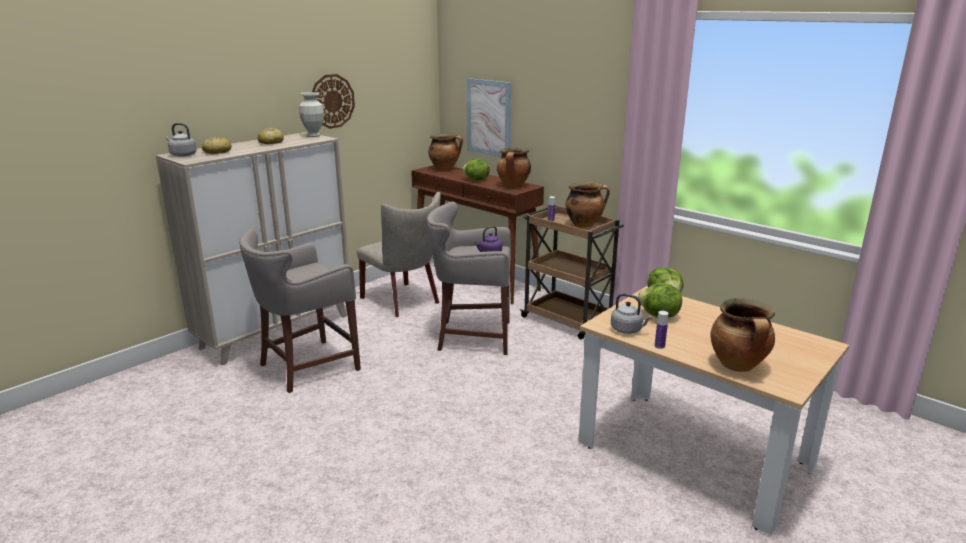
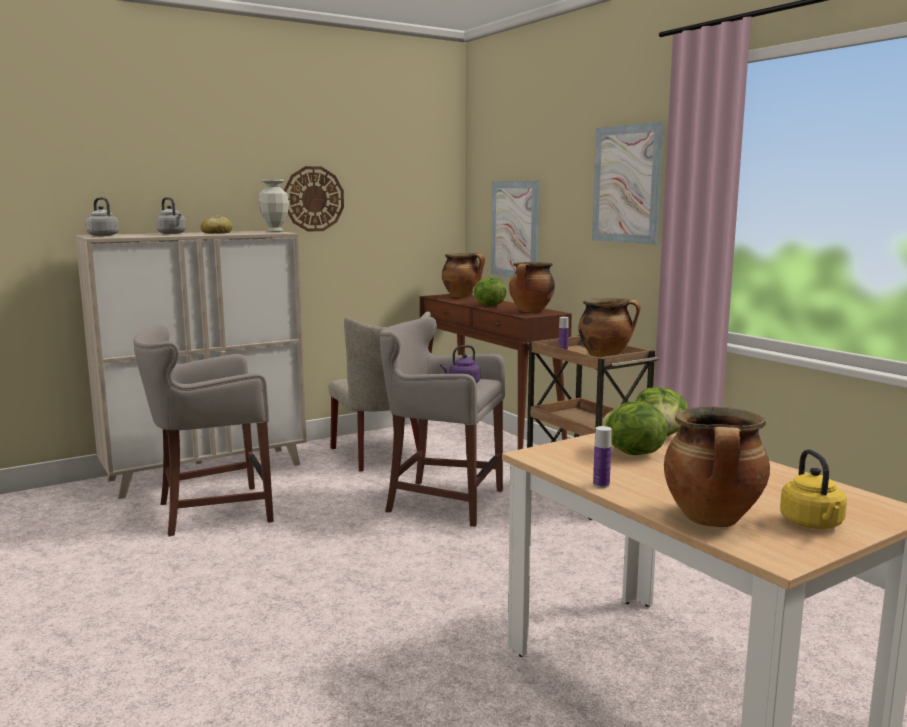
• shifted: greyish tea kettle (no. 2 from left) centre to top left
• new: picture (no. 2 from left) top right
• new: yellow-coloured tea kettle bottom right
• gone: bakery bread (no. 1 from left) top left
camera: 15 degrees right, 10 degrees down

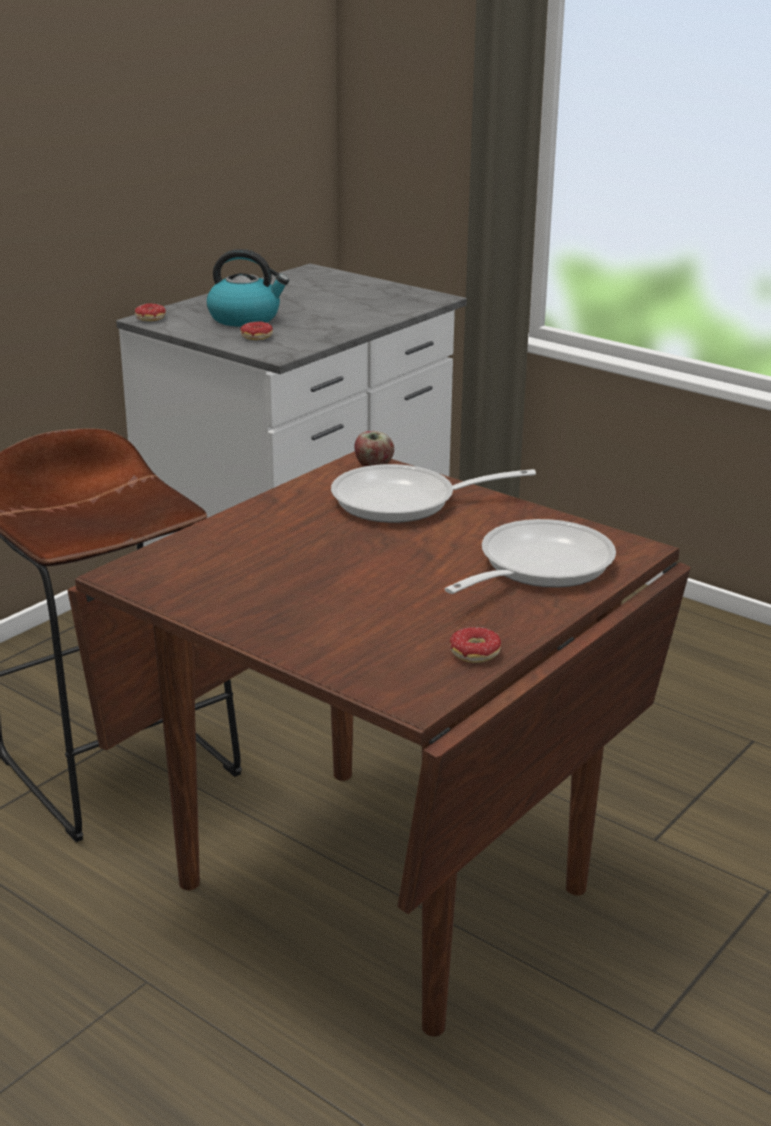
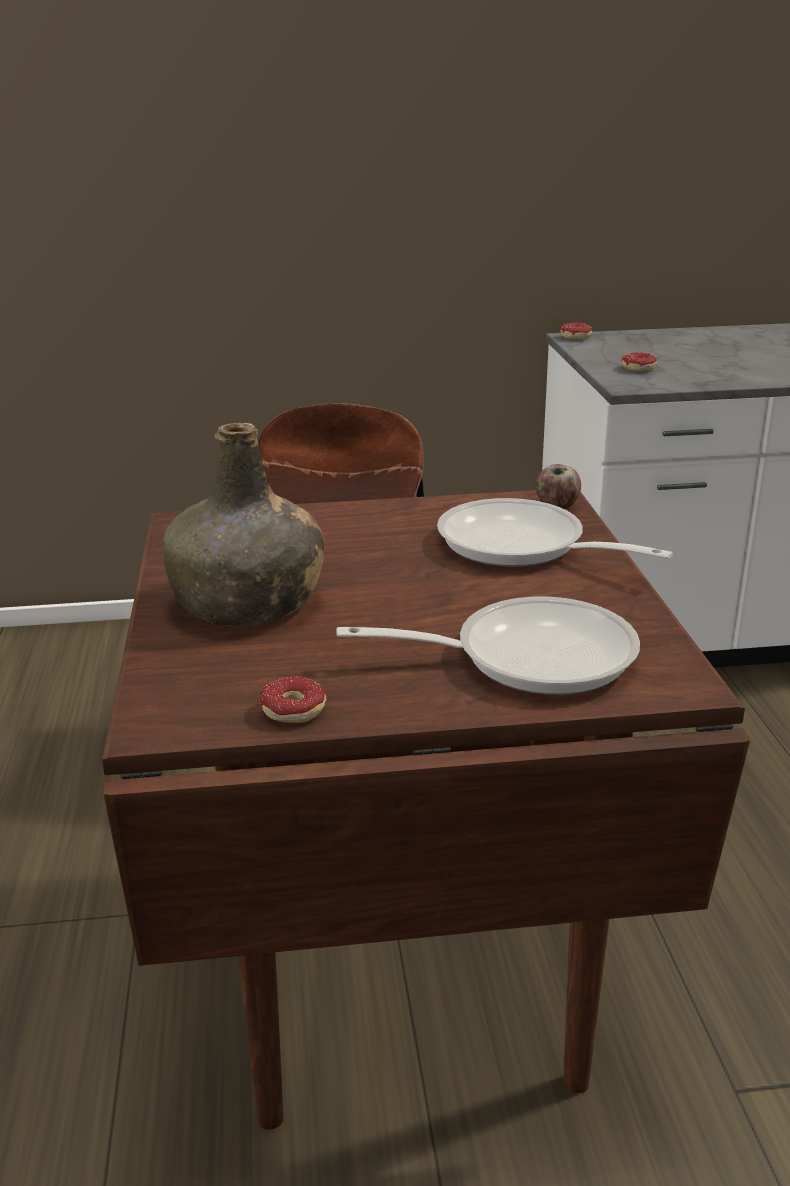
• new: green drink bottle middle left
• gone: tea kettle top left
camera: 45 degrees right, 0 degrees up

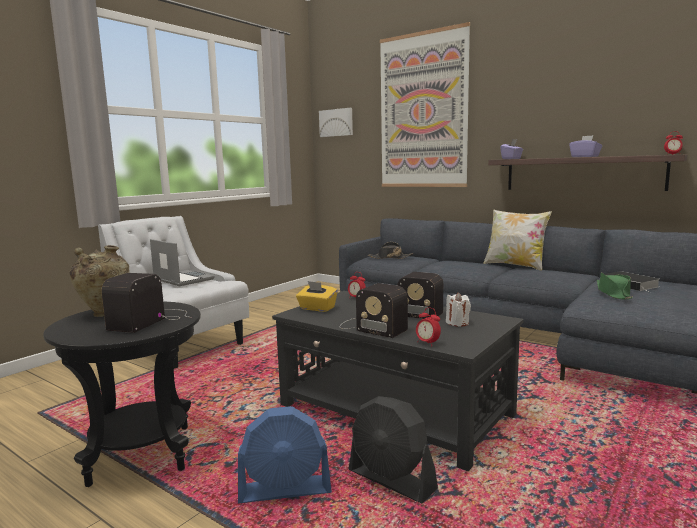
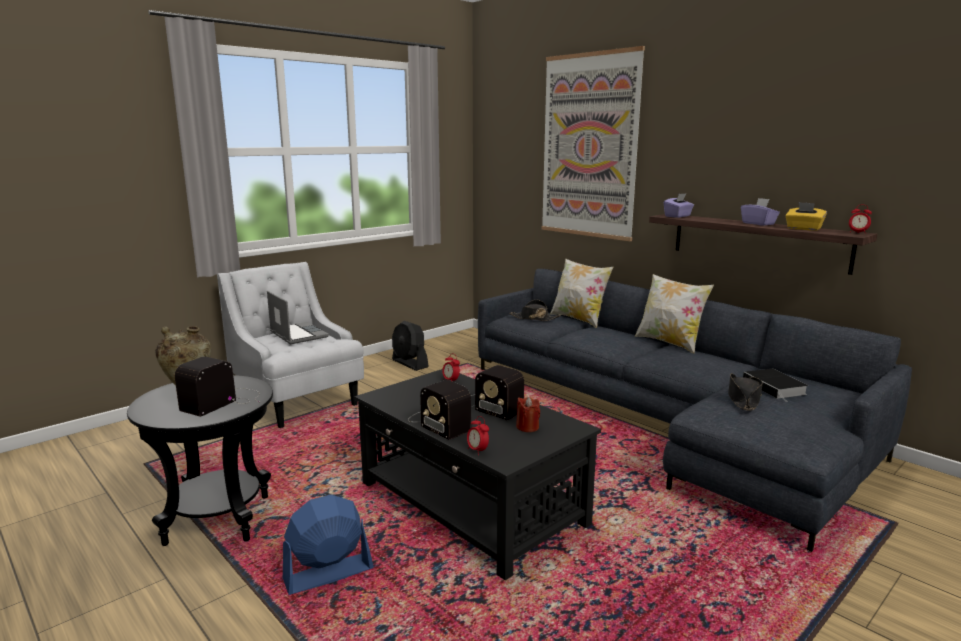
• rotated: blue electric fan bottom centre = bottom centre 150 degrees clockwise
• shifted: black-coloured electric fan bottom centre to centre
• repainted: white-coloured wax light centre to reddish wax light centre
• new: throw pillow (no. 1 from left) centre
• repainted: green hat middle right to black-coloured hat (no. 2 from left) middle right
• shifted: yellow-coloured tissue holder centre to middle right
• gone: picture (no. 1 from left) top centre
camera: 10 degrees right, 5 degrees up

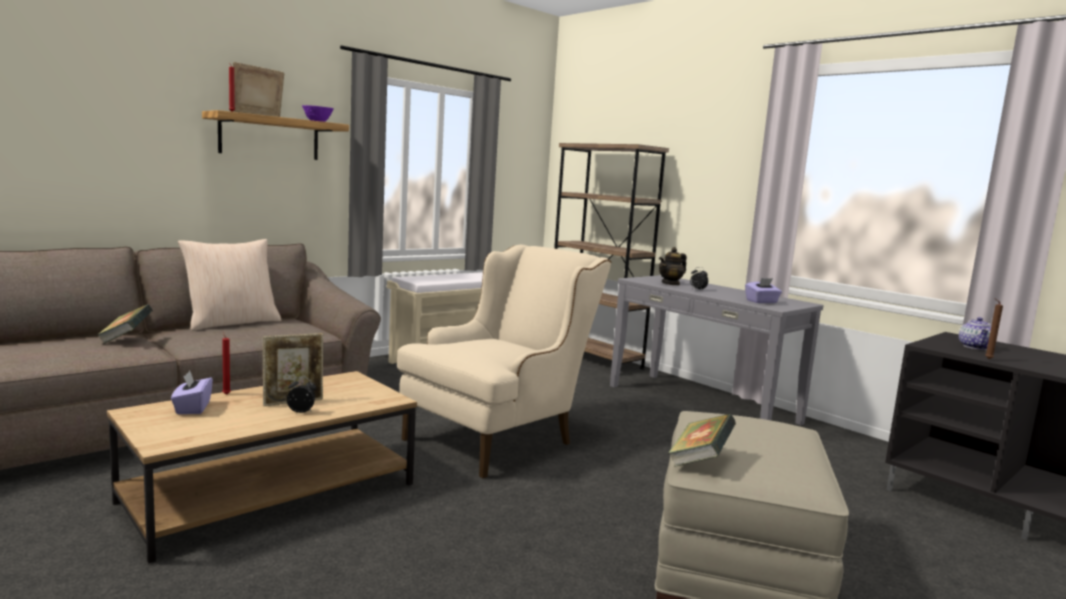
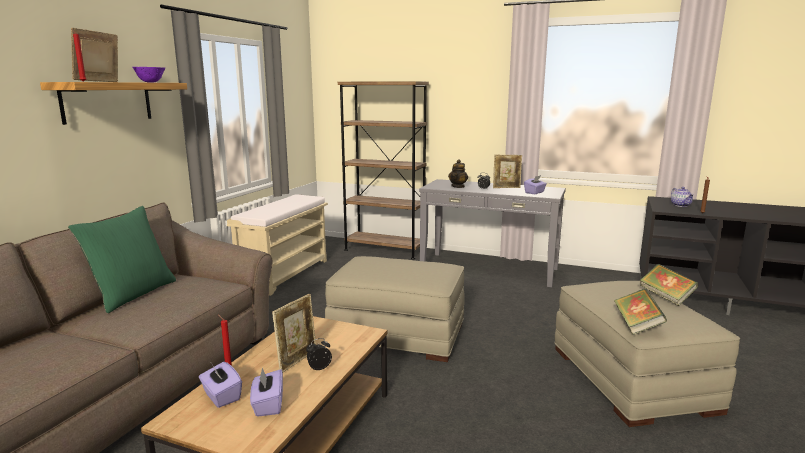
• repainted: sand-coloured throw pillow middle left to green throw pillow middle left
• new: purple-coloured tissue holder (no. 2 from left) bottom left
• swapped: sand-coloured armchair centre to sand-coloured ottoman (no. 1 from left) bottom centre
• new: photo frame (no. 3 from left) centre
• shifted: volume (no. 1 from left in the first image) middle left to volume (no. 2 from left) middle right
camera: 25 degrees left, 5 degrees up

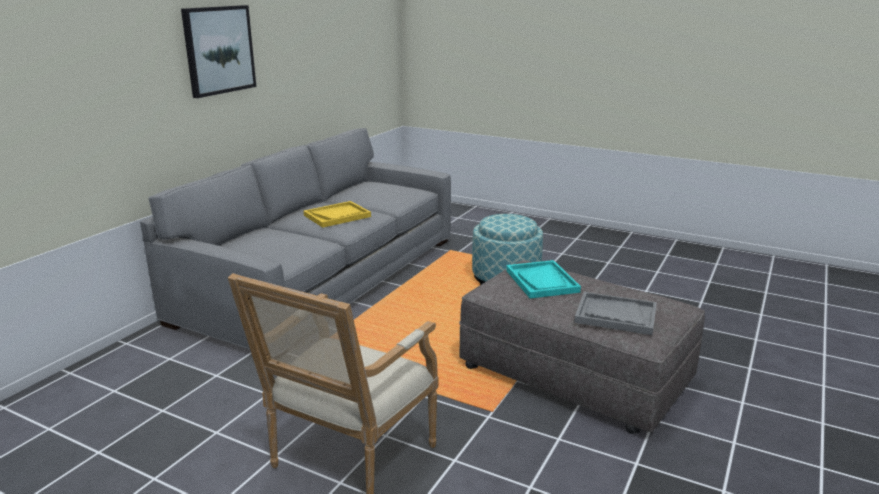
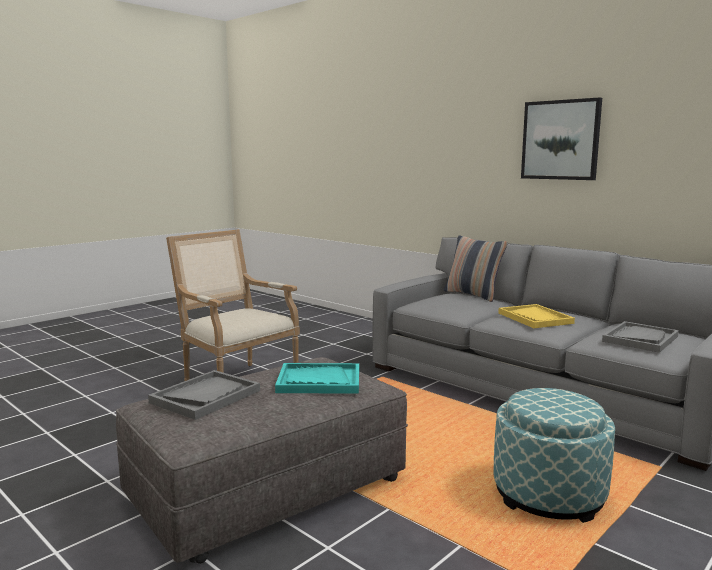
• new: throw pillow middle right
• new: greyish serving tray (no. 2 from left) middle right
camera: 105 degrees right, 10 degrees down

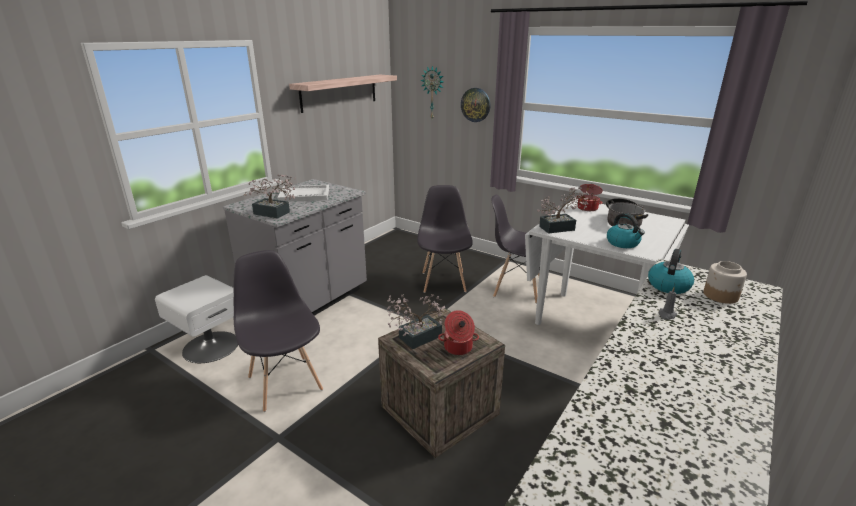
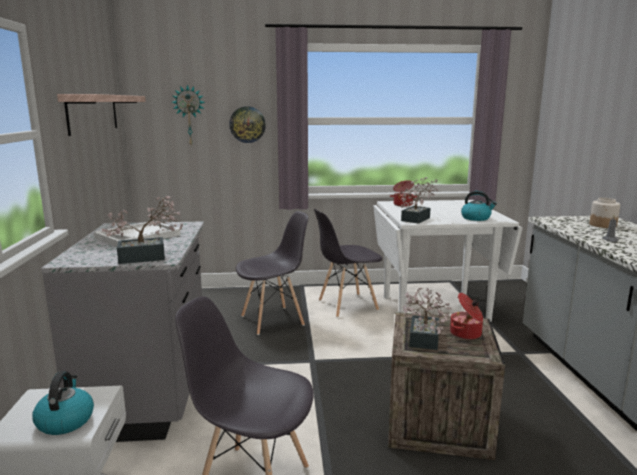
• shifted: tea kettle (no. 2 from left in the first image) middle right to tea kettle (no. 1 from left) bottom left
• rotated: greyish upright chair (no. 2 from left) centre = centre 105 degrees clockwise
• gone: stockpot (no. 3 from left) middle right
camera: 40 degrees left, 10 degrees down

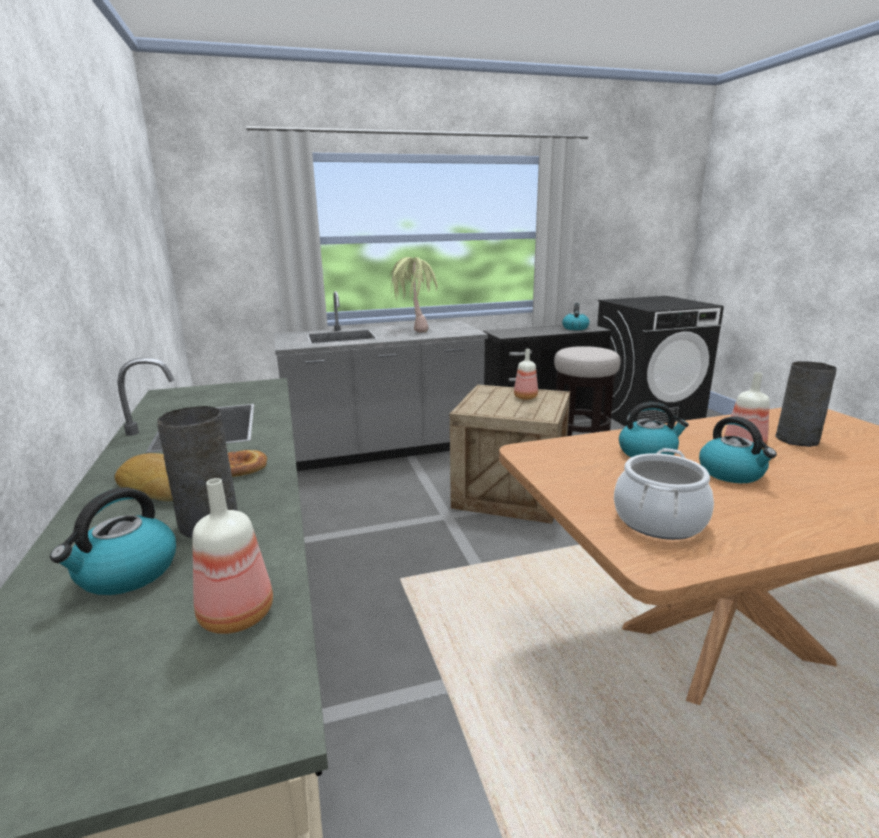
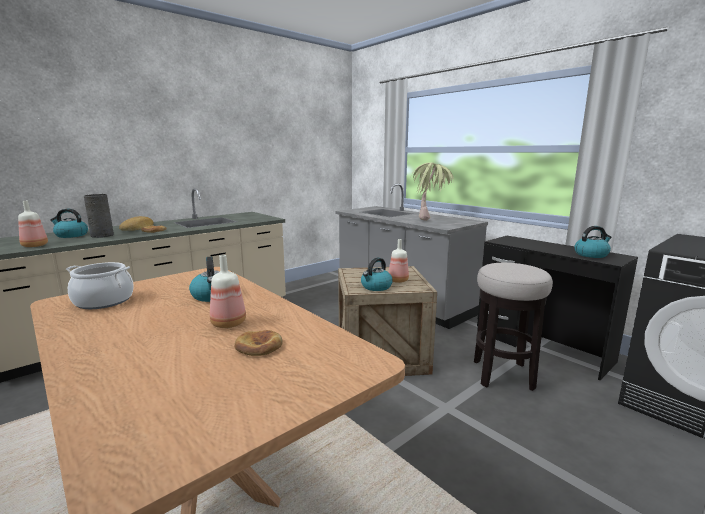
• swapped: greyish decorative vase (no. 2 from left) middle right to bakery bread (no. 3 from left) bottom centre
• shifted: tea kettle (no. 4 from left in the first image) middle right to tea kettle (no. 3 from left) centre
camera: 65 degrees right, 5 degrees down

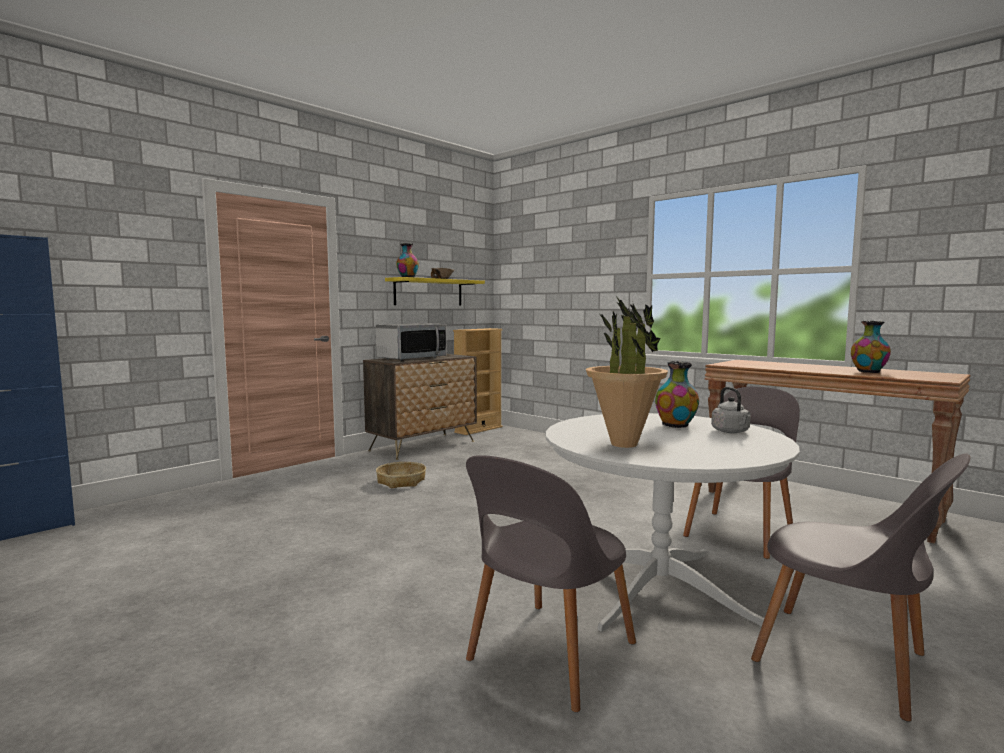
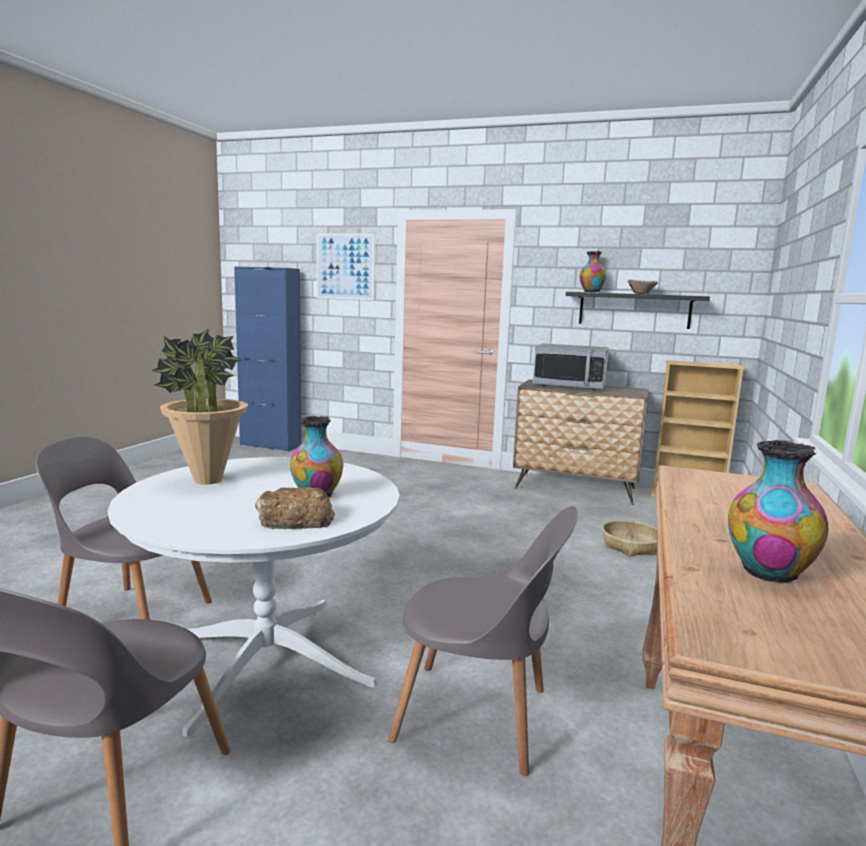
• swapped: greyish tea kettle middle right to bakery bread centre
• new: picture top centre
• repainted: yellow-coloured wall shelf centre to black-coloured wall shelf middle right
• shifted: basket centre to middle right
camera: 65 degrees right, 5 degrees up

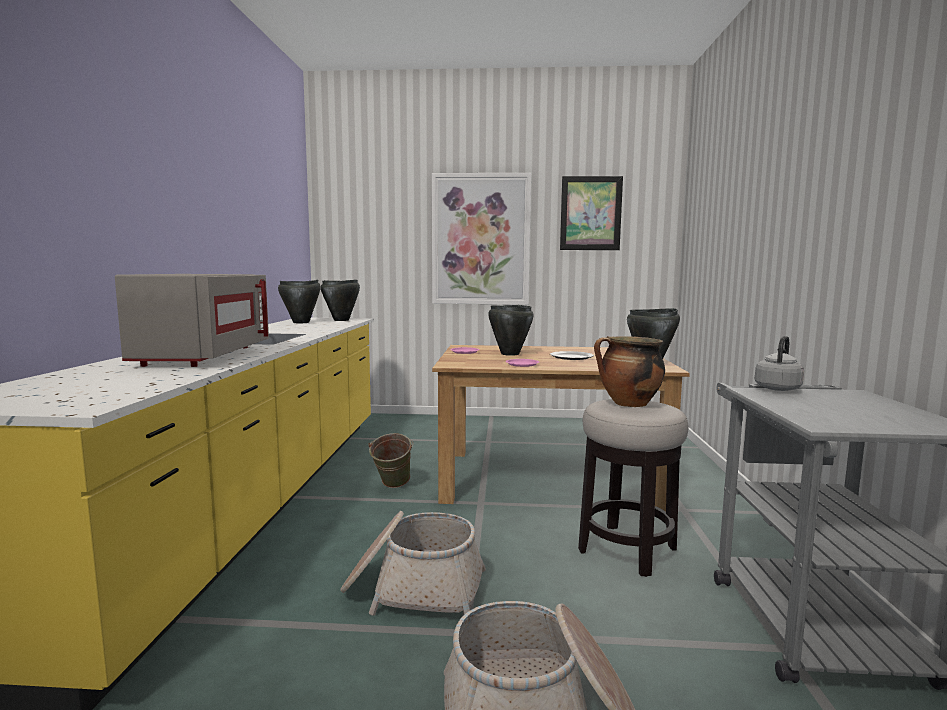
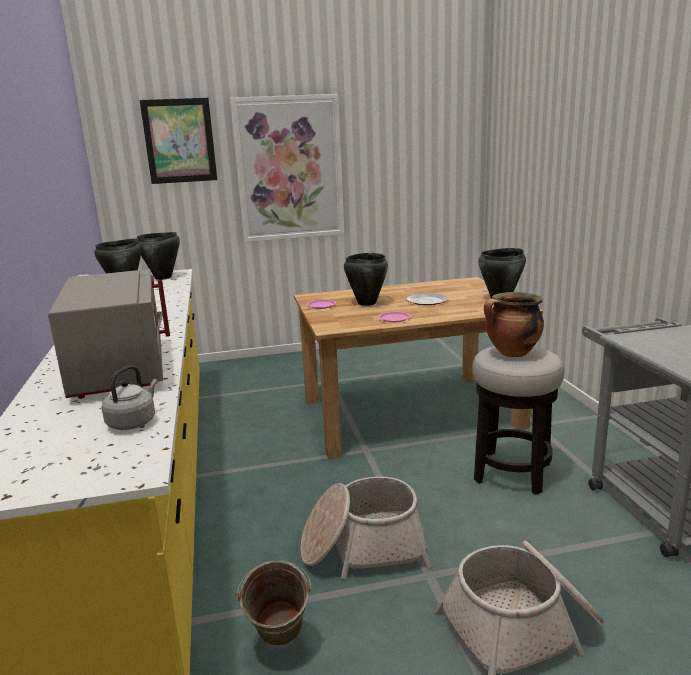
• shifted: greyish tea kettle middle right to middle left
• shifted: picture (no. 2 from left in the first image) top centre to picture (no. 1 from left) top left
• shifted: green pail centre to bottom centre
camera: 15 degrees left, 10 degrees up

